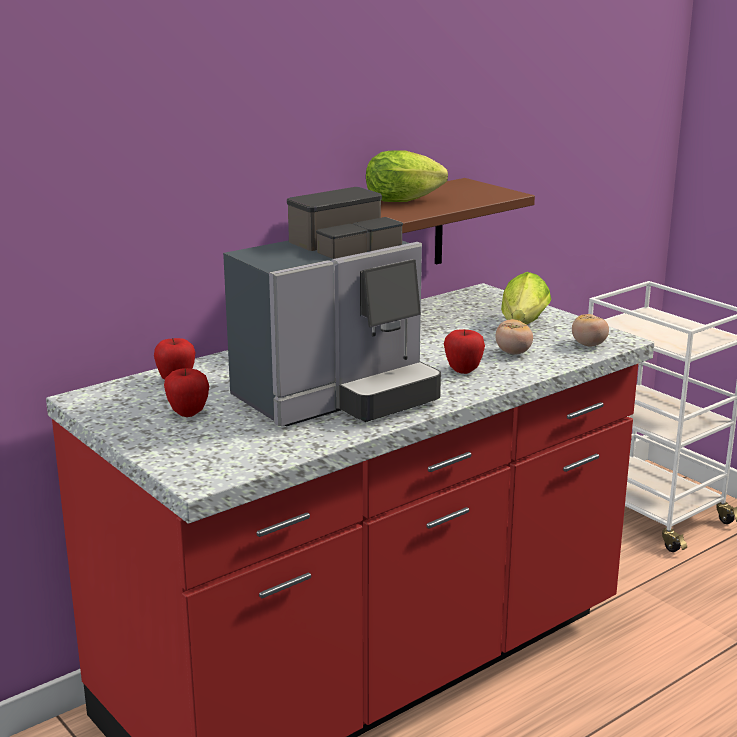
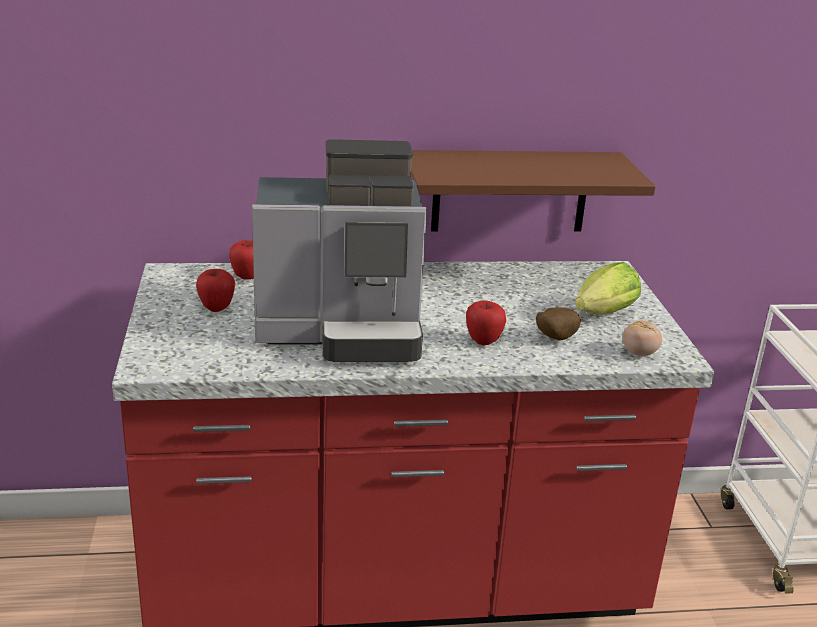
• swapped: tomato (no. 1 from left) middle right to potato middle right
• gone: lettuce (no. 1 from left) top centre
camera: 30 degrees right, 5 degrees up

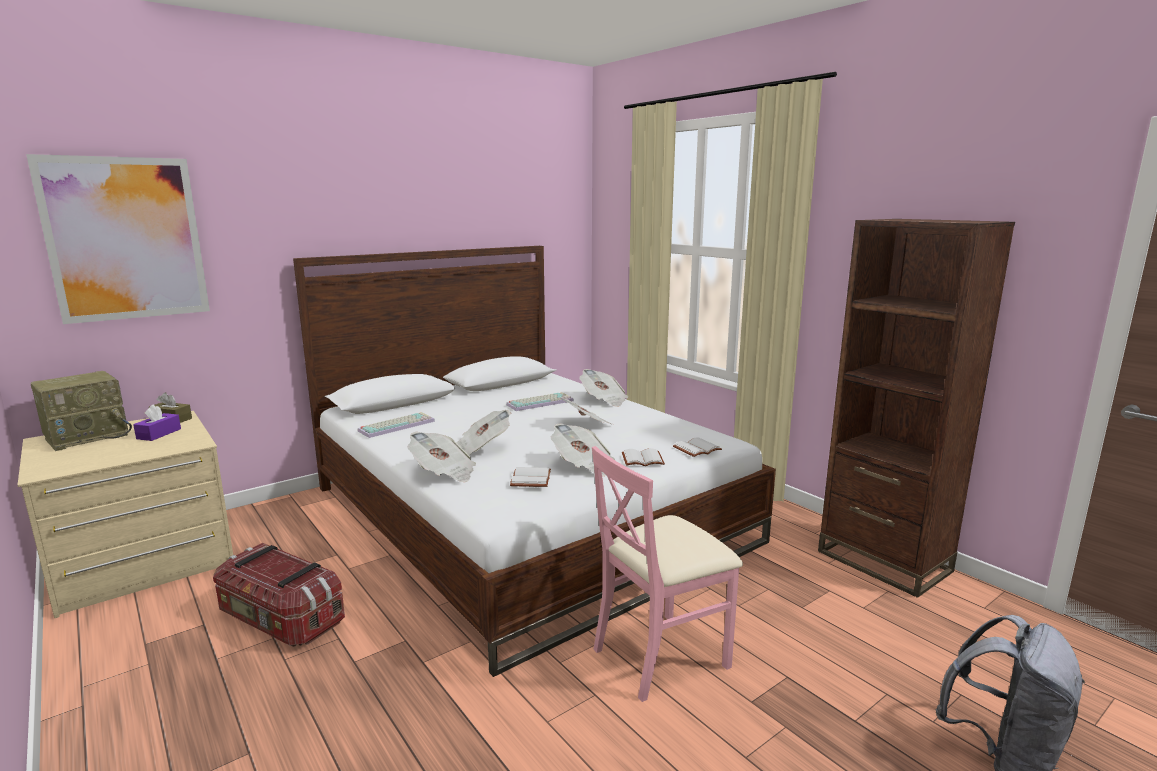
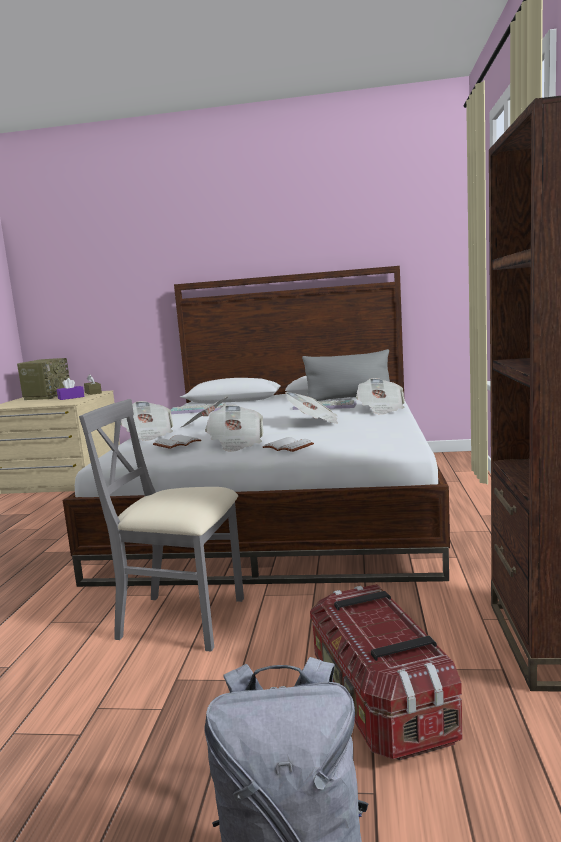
• rotated: radio middle left = middle left 75 degrees counterclockwise
• repainted: pink-coloured upright chair bottom centre to greyish upright chair middle left
• new: greyish throw pillow centre
• shifted: storage bin bottom left to bottom right
• gone: picture top left
• gone: white-coloured volume (no. 3 from left) centre
camera: 45 degrees right, 5 degrees down

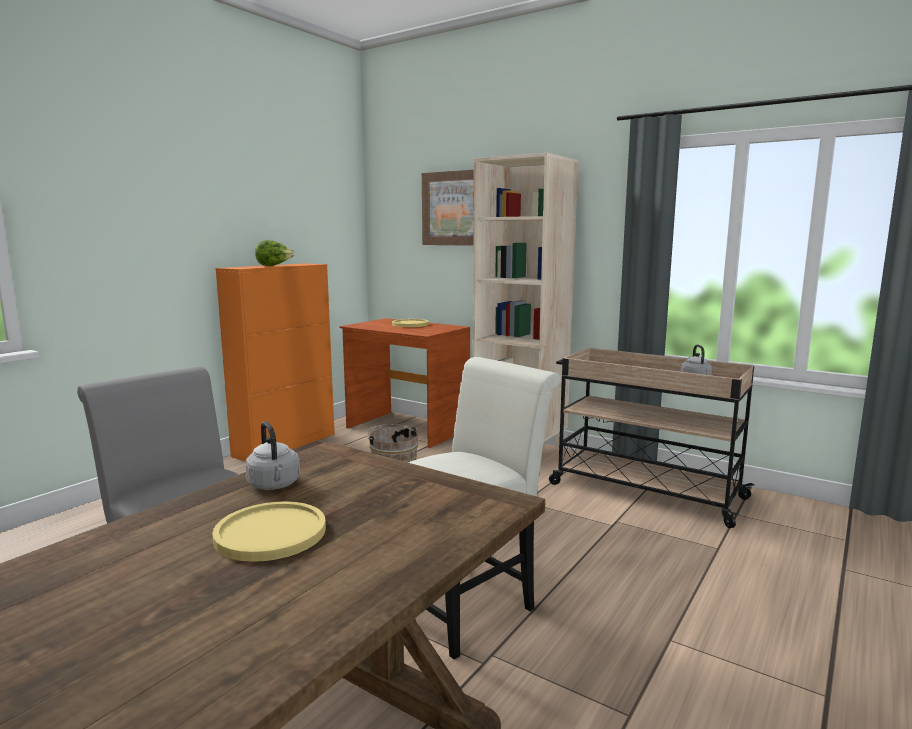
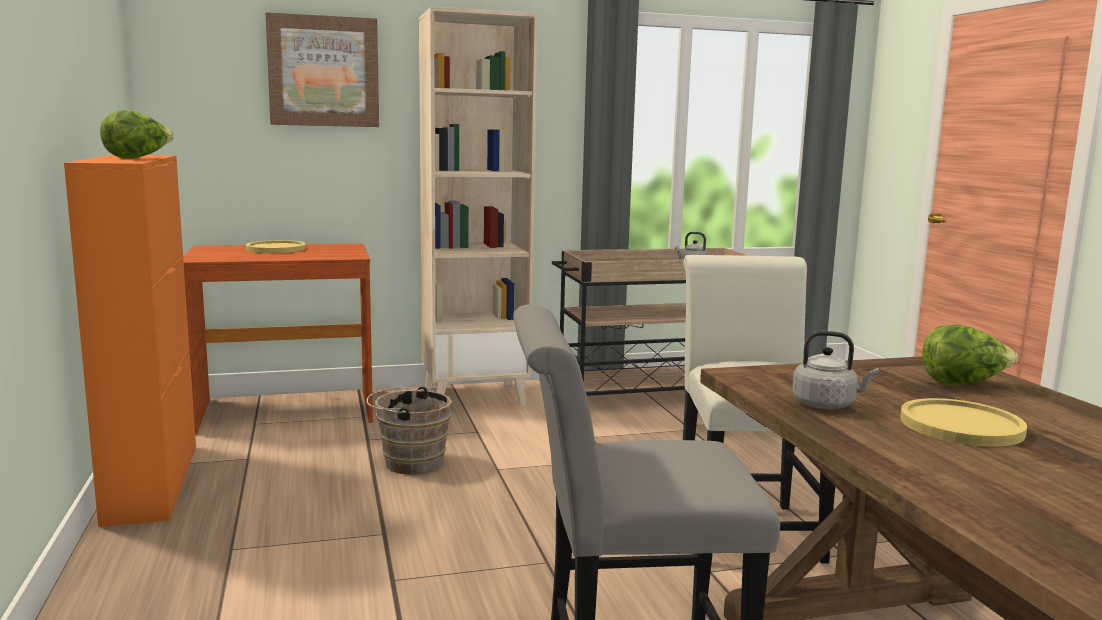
• new: lettuce (no. 2 from left) middle right
camera: 50 degrees left, 0 degrees up

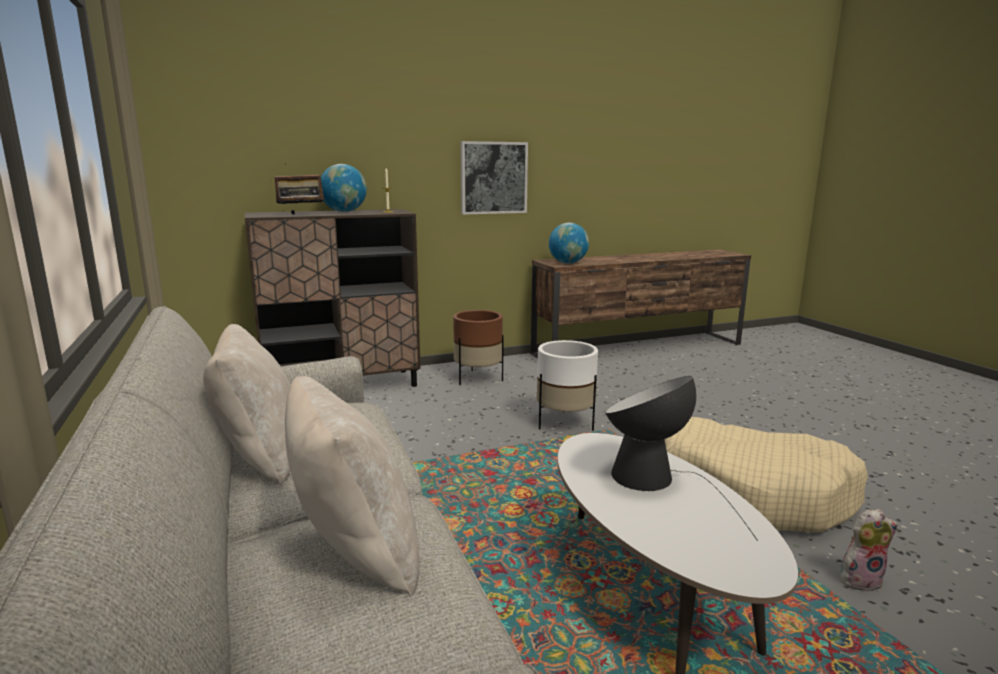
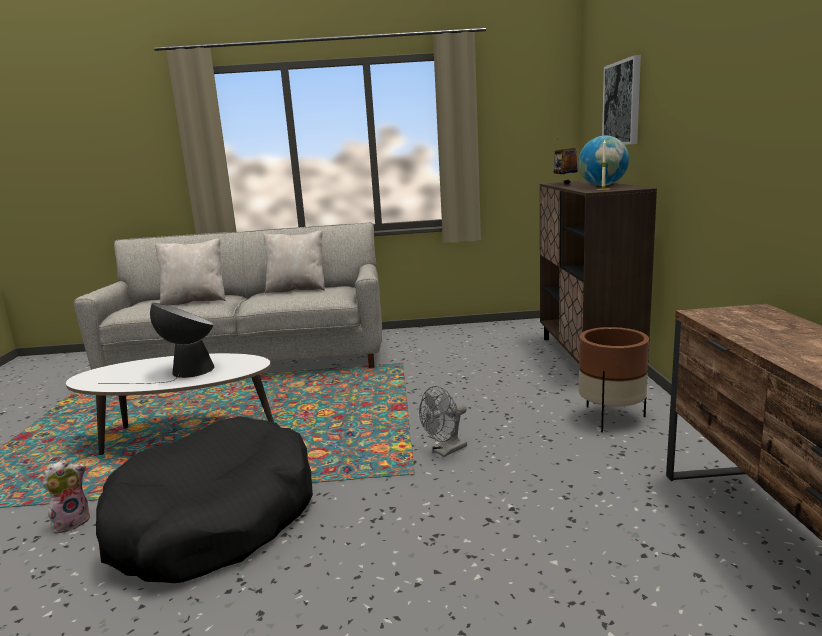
• rotated: plush toy bottom right = bottom left 150 degrees counterclockwise
• repainted: sand-coloured pet bed bottom right to black-coloured pet bed bottom left
• swapped: white-coloured flower pot centre to greyish electric fan centre
• shifted: picture top centre to top right
• gone: desk globe (no. 2 from left) centre
camera: 110 degrees right, 0 degrees up

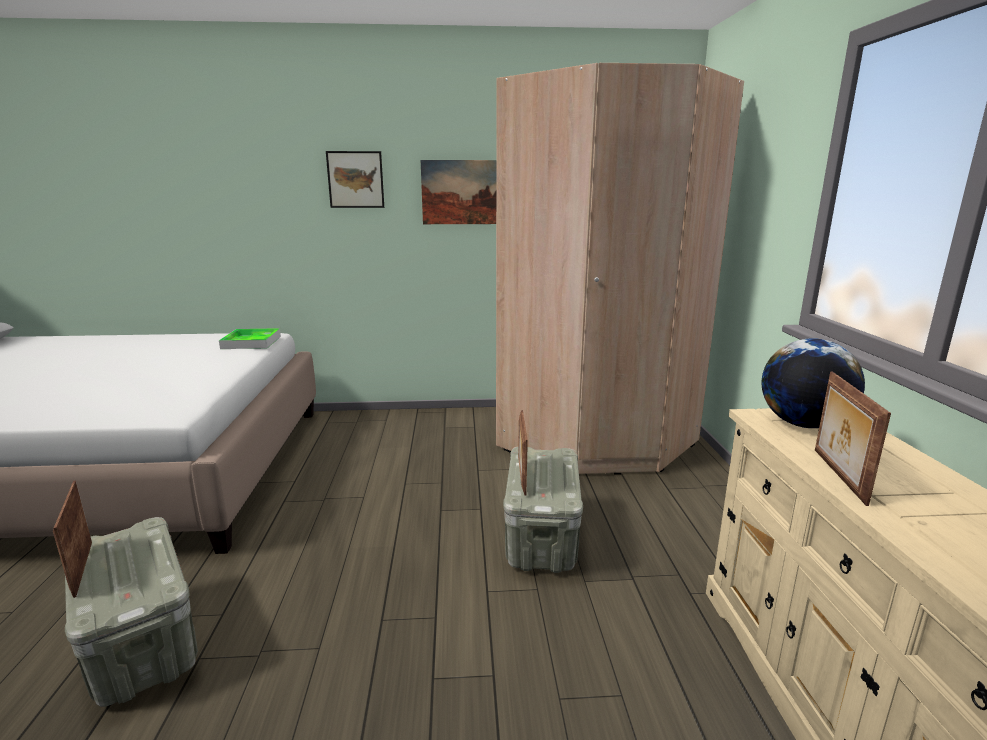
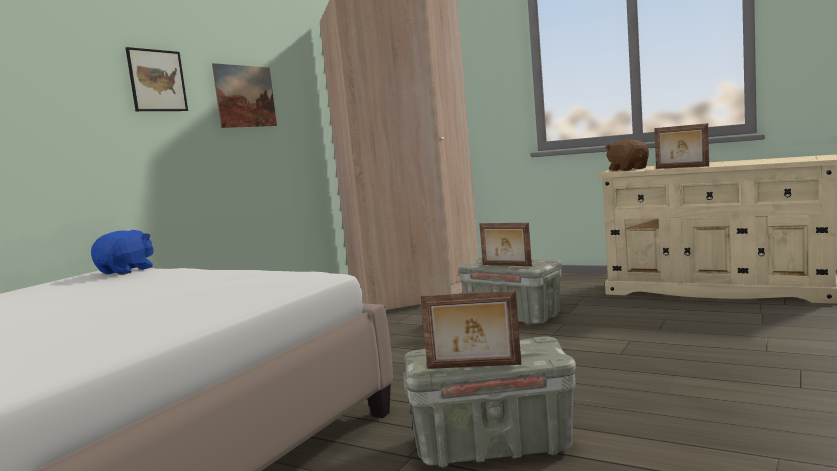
• swapped: serving tray middle left to blue plush toy middle left
• swapped: desk globe middle right to brown plush toy top right
camera: 55 degrees left, 10 degrees down

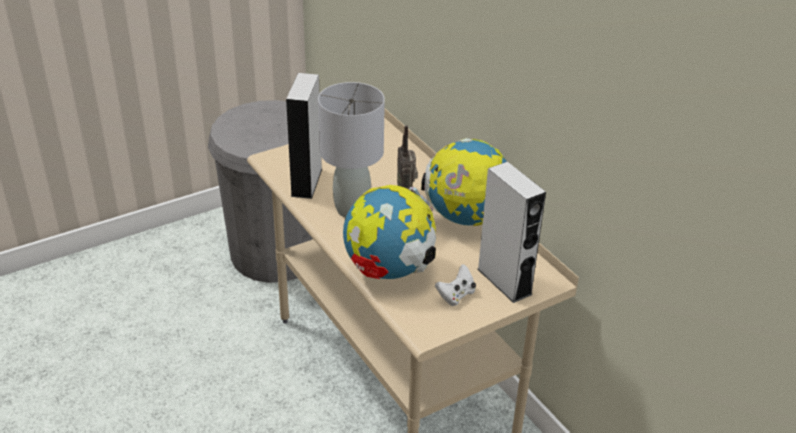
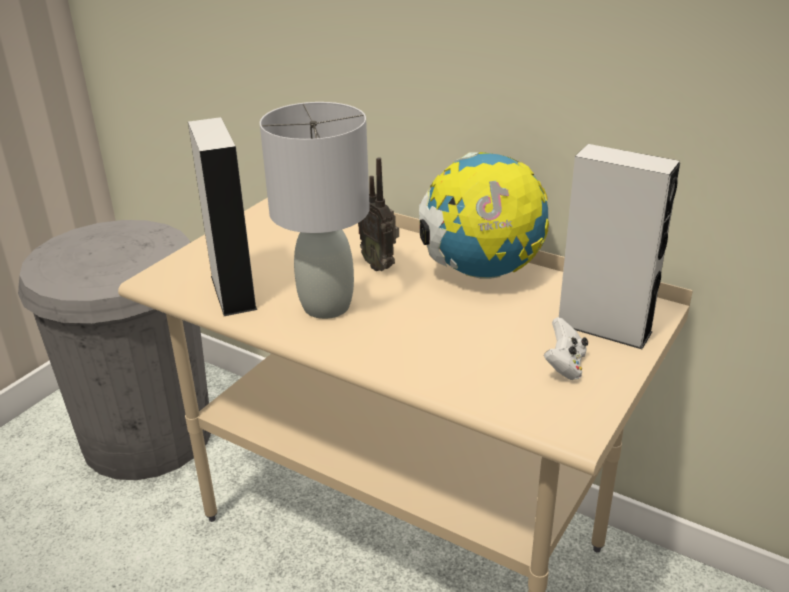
• gone: desk globe (no. 1 from left) centre
camera: 25 degrees left, 5 degrees down

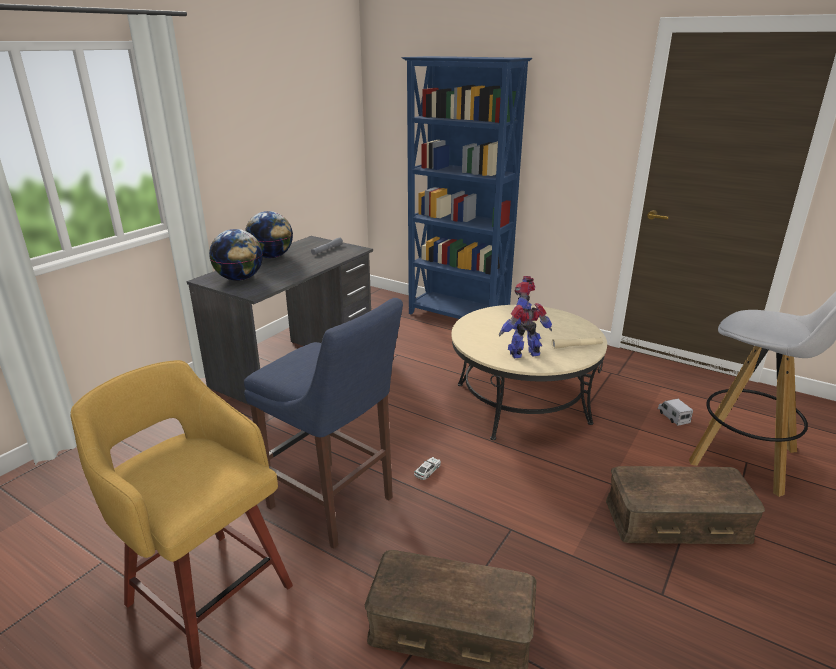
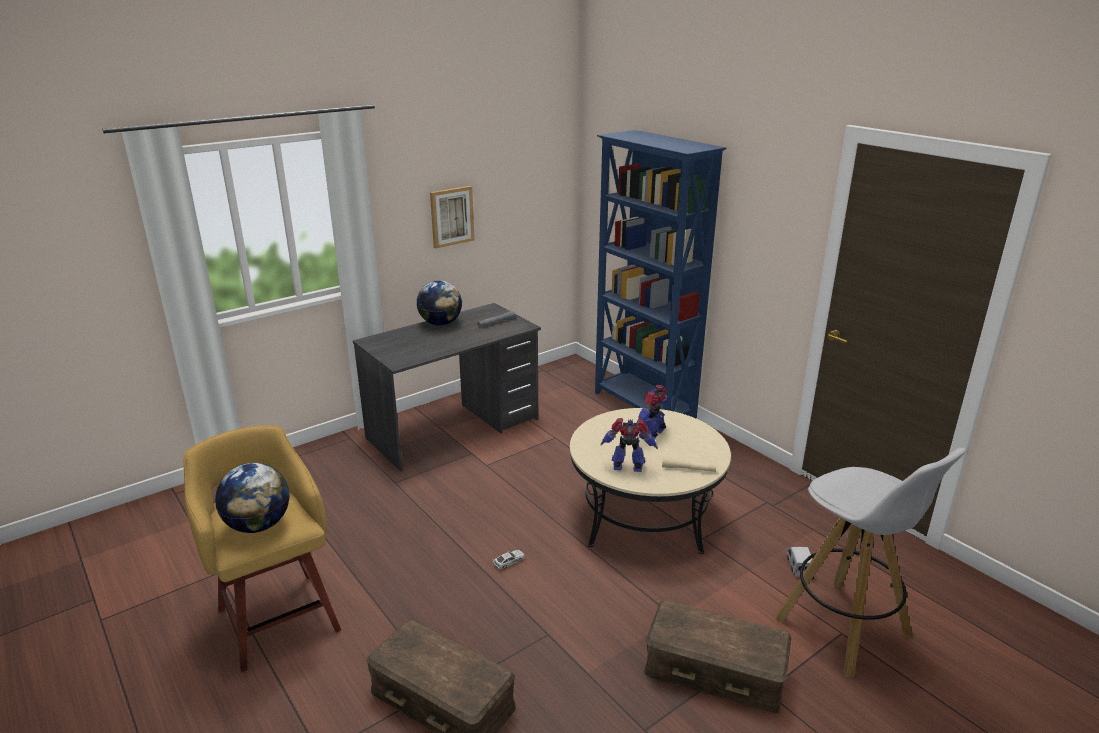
• shifted: desk globe (no. 1 from left) middle left to bottom left
• new: picture top centre
• gone: blue stool seat centre
camera: 20 degrees right, 0 degrees up

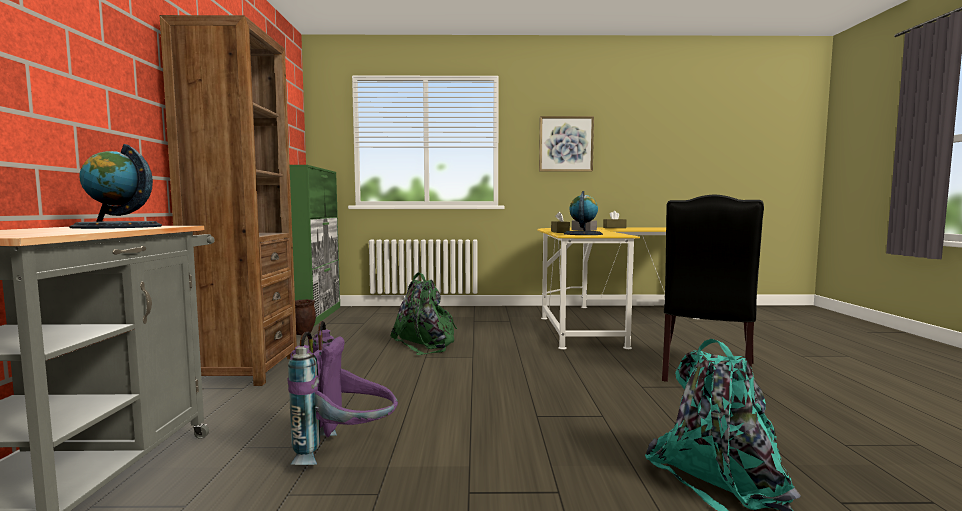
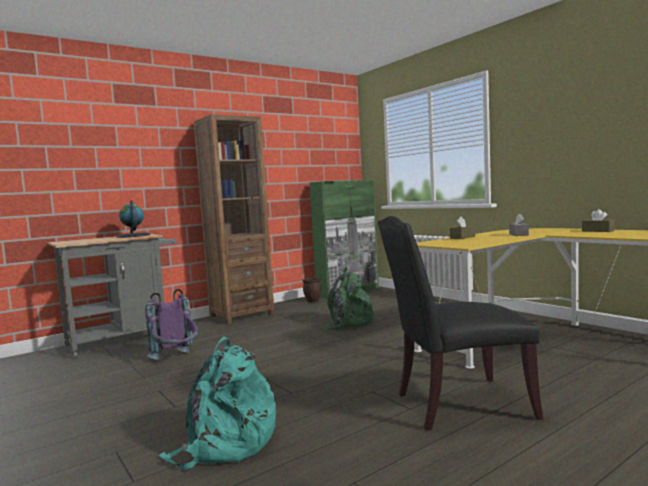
• gone: picture top centre
• gone: desk globe (no. 2 from left) centre
camera: 55 degrees right, 0 degrees up

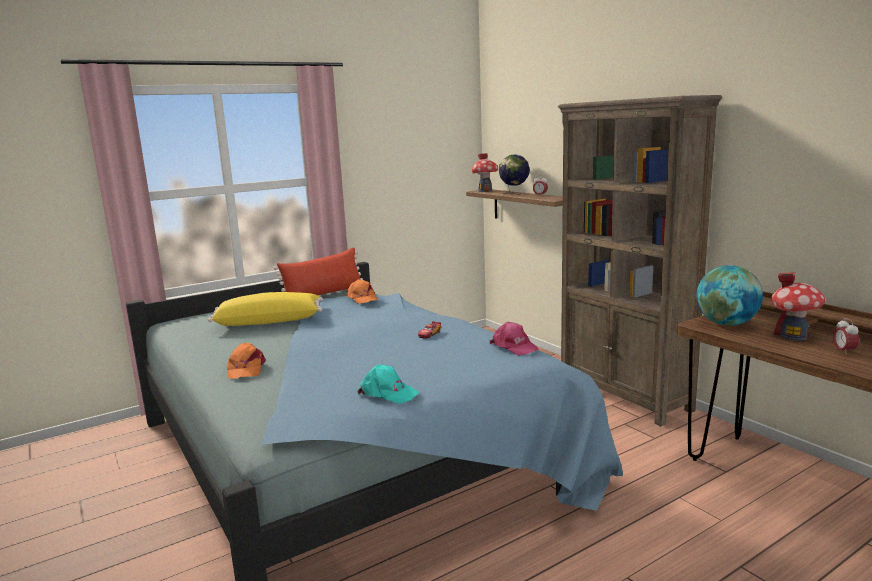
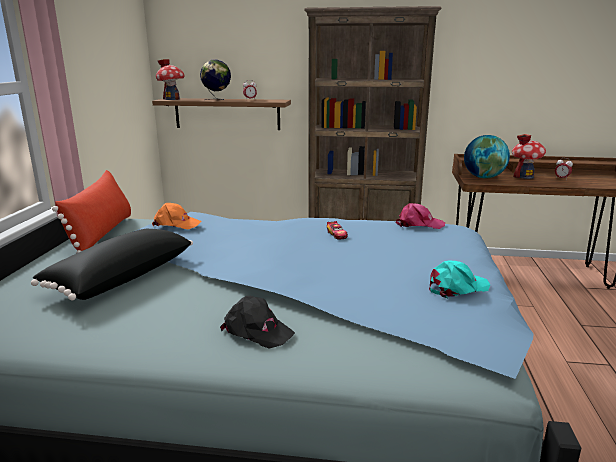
• repainted: yellow-coloured throw pillow middle left to black-coloured throw pillow middle left
• repainted: orange-coloured peaked cap (no. 1 from left) middle left to black-coloured peaked cap bottom centre
camera: 50 degrees left, 5 degrees up

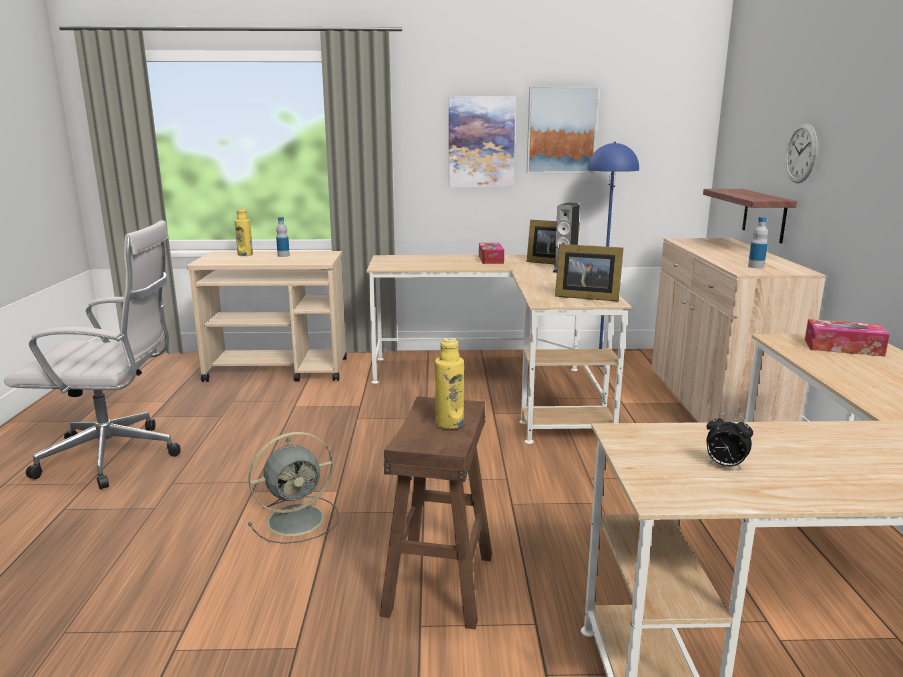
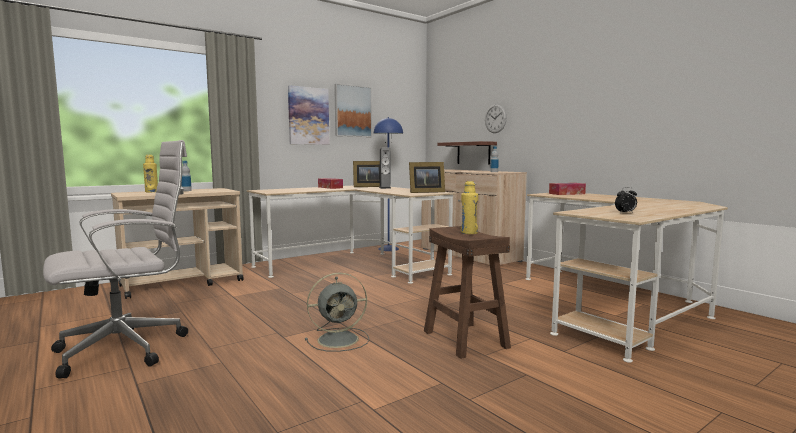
• rotated: greyish electric fan bottom left = bottom centre 45 degrees clockwise
camera: 35 degrees left, 10 degrees down

